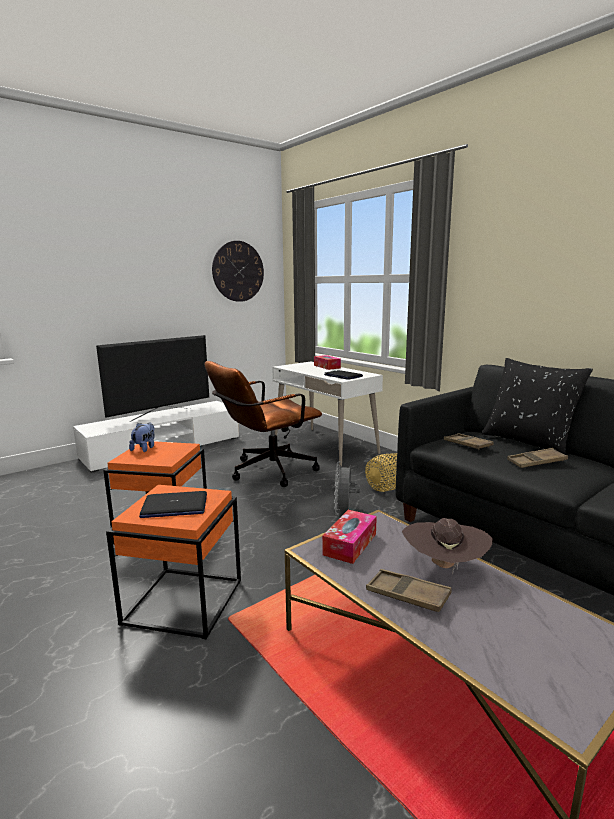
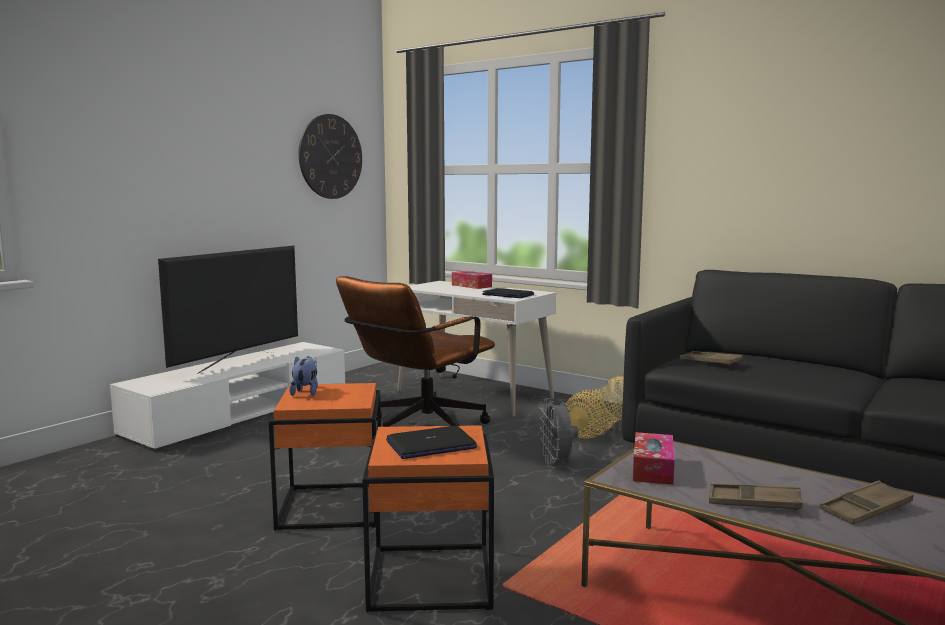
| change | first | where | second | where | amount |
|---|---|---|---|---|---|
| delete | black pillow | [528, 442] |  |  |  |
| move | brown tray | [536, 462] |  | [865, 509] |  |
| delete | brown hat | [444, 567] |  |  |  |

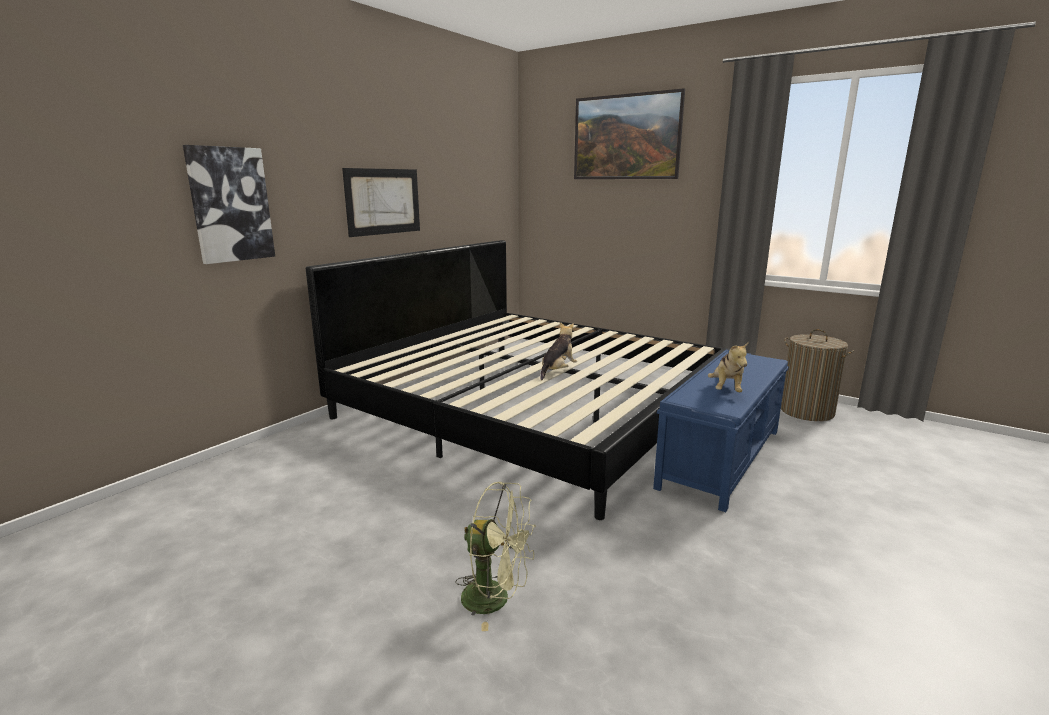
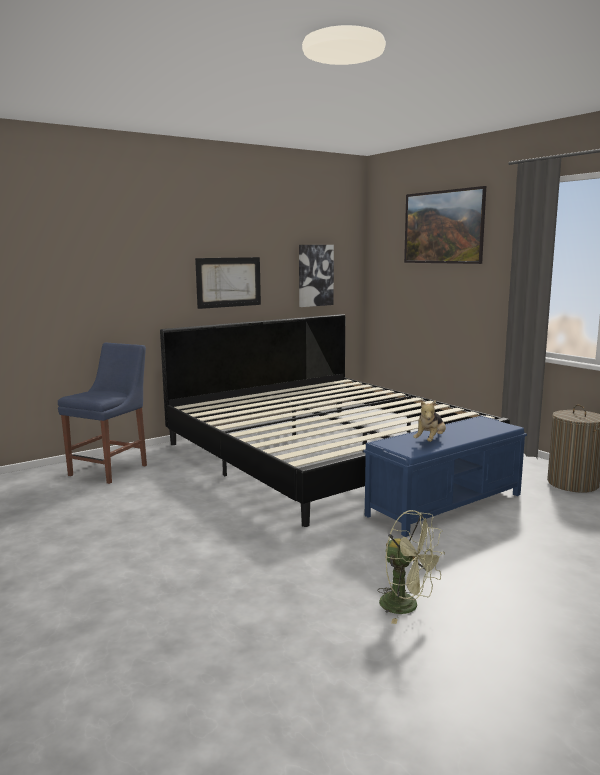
| change | first | where | second | where | amount |
|---|---|---|---|---|---|
| move | picture | [230, 204] |  | [315, 275] |  |
| delete | plush toy | [557, 371] |  |  |  |
| move | green fan | [496, 599] |  | [407, 606] |  |
| insert |  |  | blue chair | [111, 469] |  |

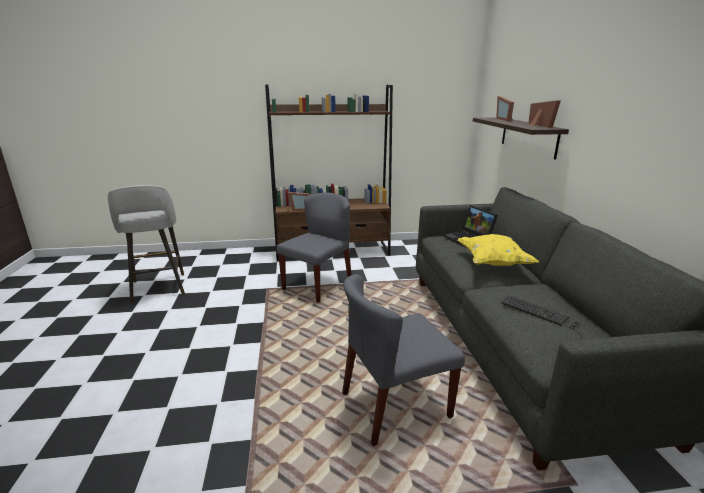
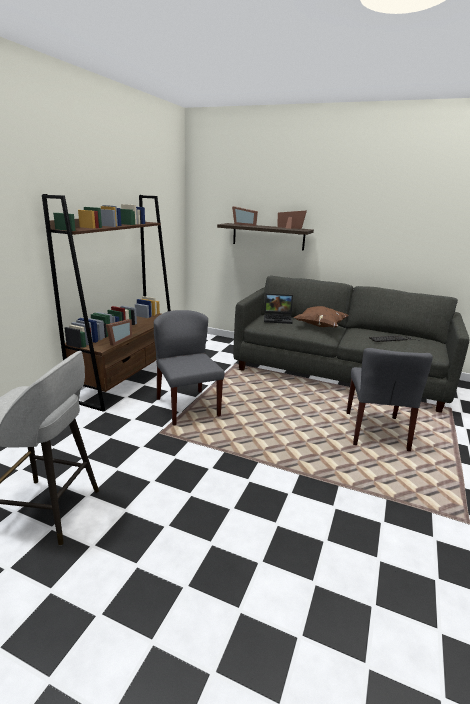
| change | first | where | second | where | amount |
|---|---|---|---|---|---|
| recolor | yellow pillow | [492, 263] | brown pillow | [320, 326] |  |

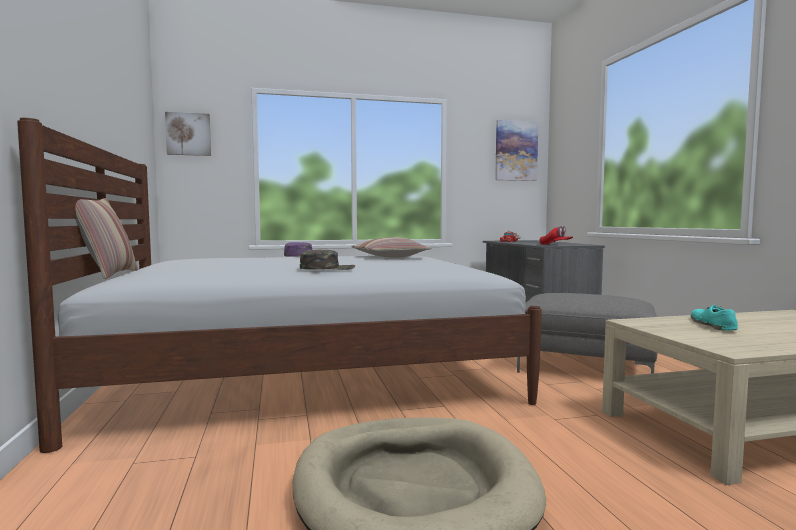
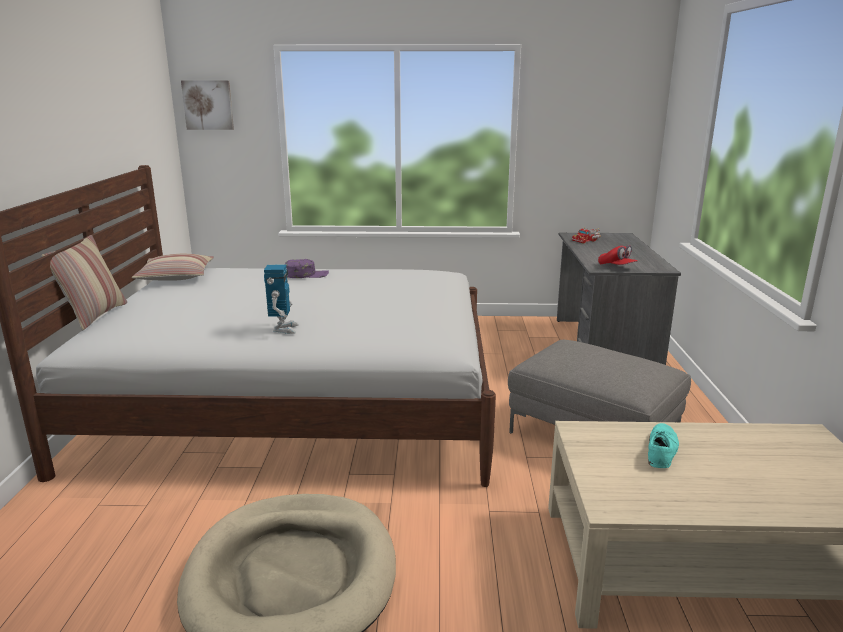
| change | first | where | second | where | amount |
|---|---|---|---|---|---|
| delete | picture | [516, 151] |  |  |  |
| move | pillow | [390, 257] |  | [176, 277] |  |
| replace | green cap | [327, 268] | toy robot | [283, 329] |  |

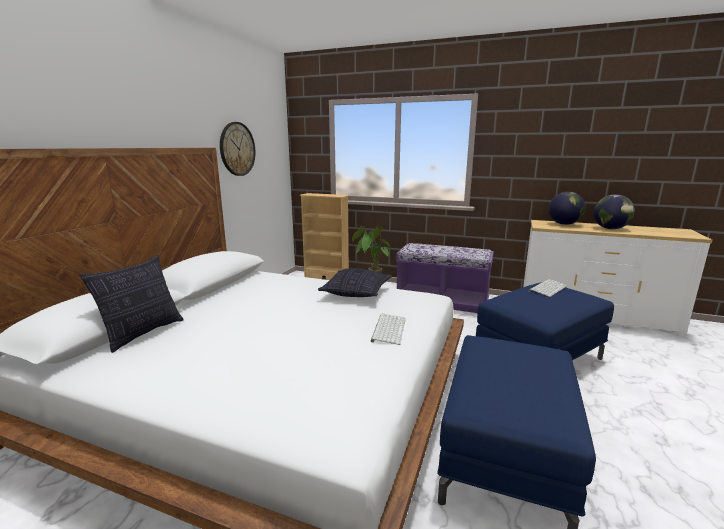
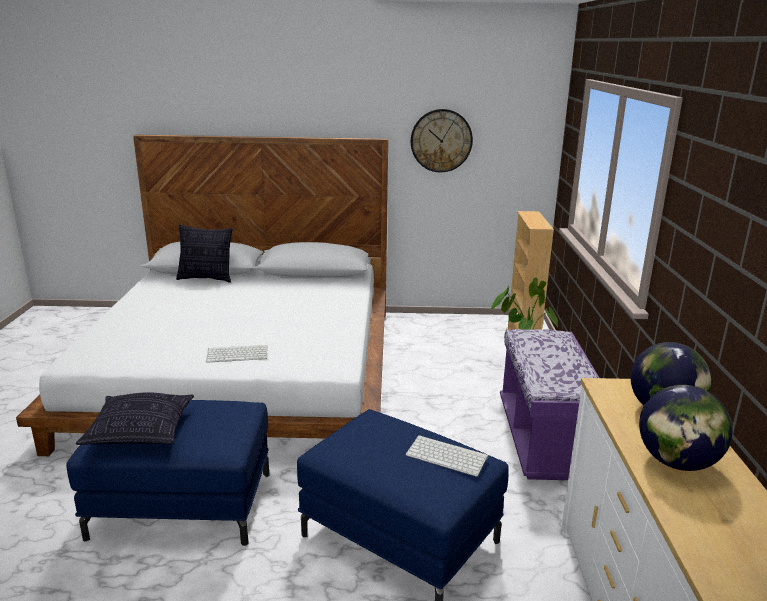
| change | first | where | second | where | amount |
|---|---|---|---|---|---|
| move | pillow | [356, 293] |  | [140, 432] |  |

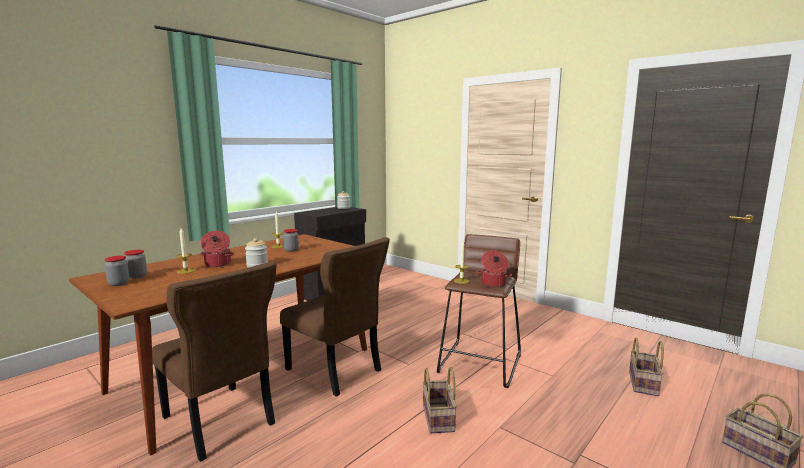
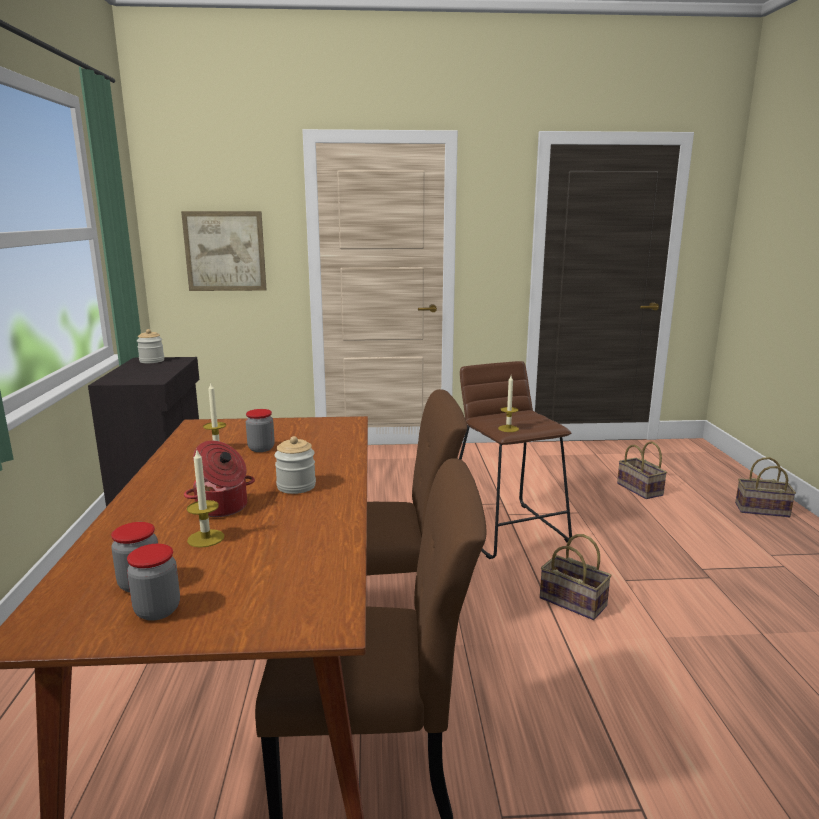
| change | first | where | second | where | amount |
|---|---|---|---|---|---|
| delete | cooking pot | [493, 284] |  |  |  |
| insert |  |  | picture | [225, 251] |  |

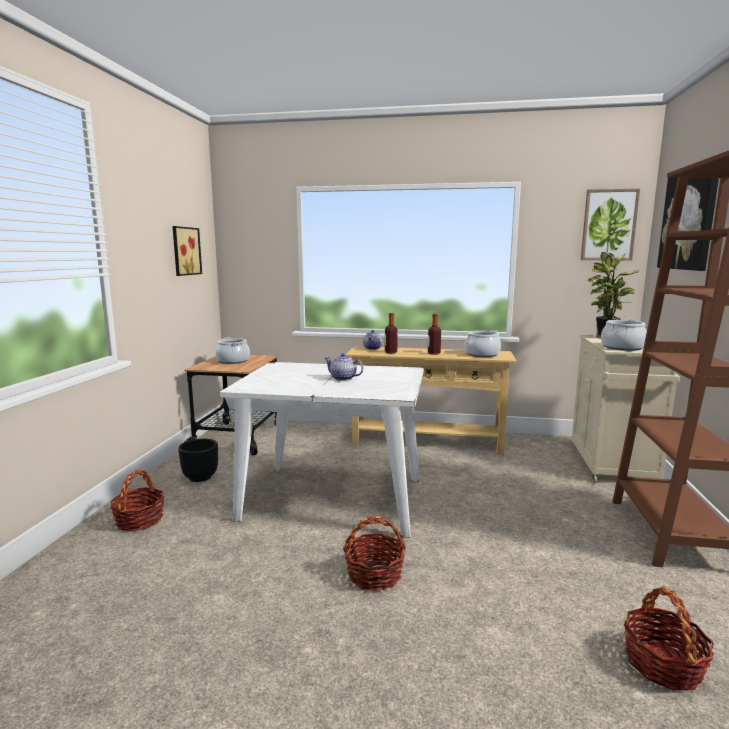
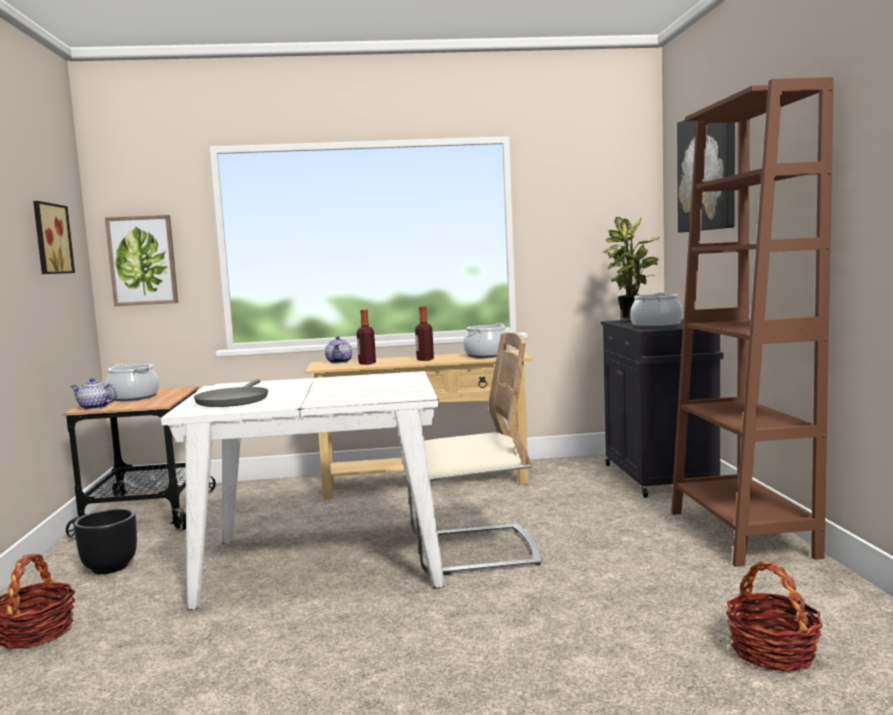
| change | first | where | second | where | amount |
|---|---|---|---|---|---|
| move | picture | [609, 225] |  | [142, 260] |  |
| recolor | beige cabinet | [612, 466] | black cabinet | [660, 478] |  |
| move | teapot | [343, 378] |  | [95, 407] |  |
| delete | basket | [374, 575] |  |  |  |
| insert |  |  | beige chair | [472, 551] |  |
| insert |  |  | grey frying pan | [234, 400] |  |

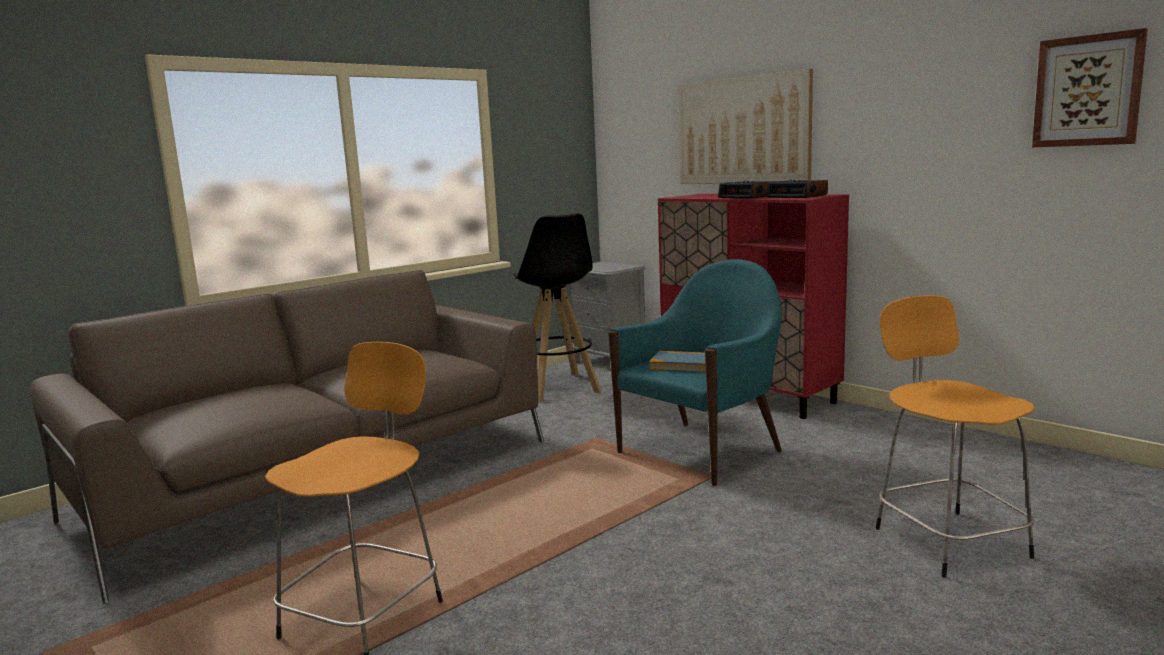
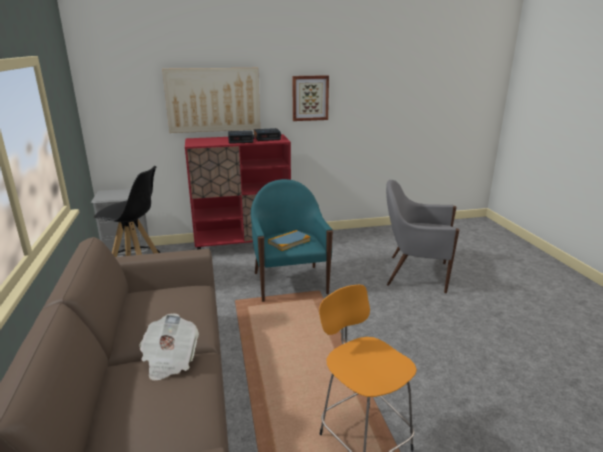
| change | first | where | second | where | amount |
|---|---|---|---|---|---|
| move | picture | [1088, 91] |  | [310, 98] |  |
| replace | orange stool | [947, 540] | grey armchair | [415, 273] |  |
| insert |  |  | newspaper | [169, 359] |  |

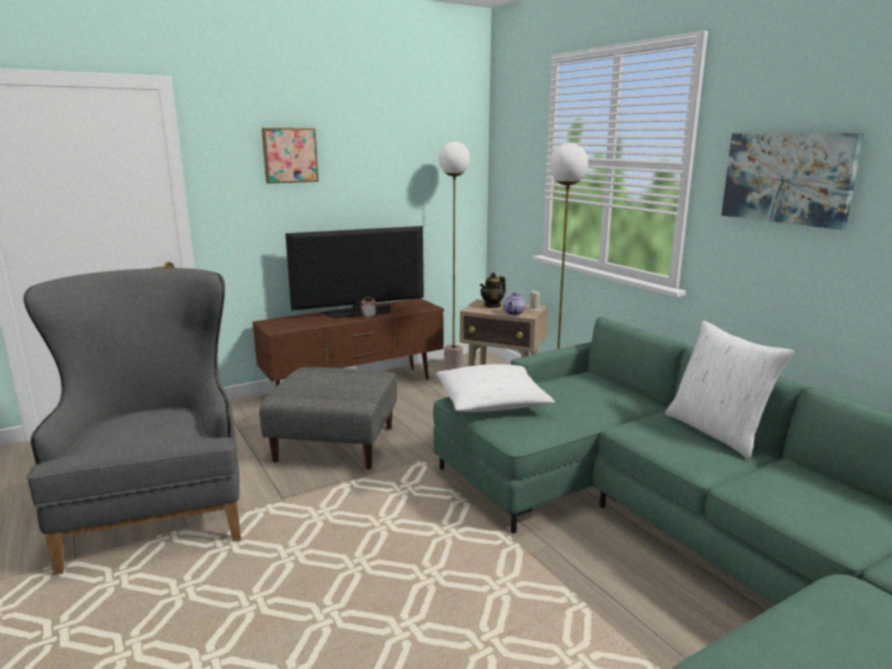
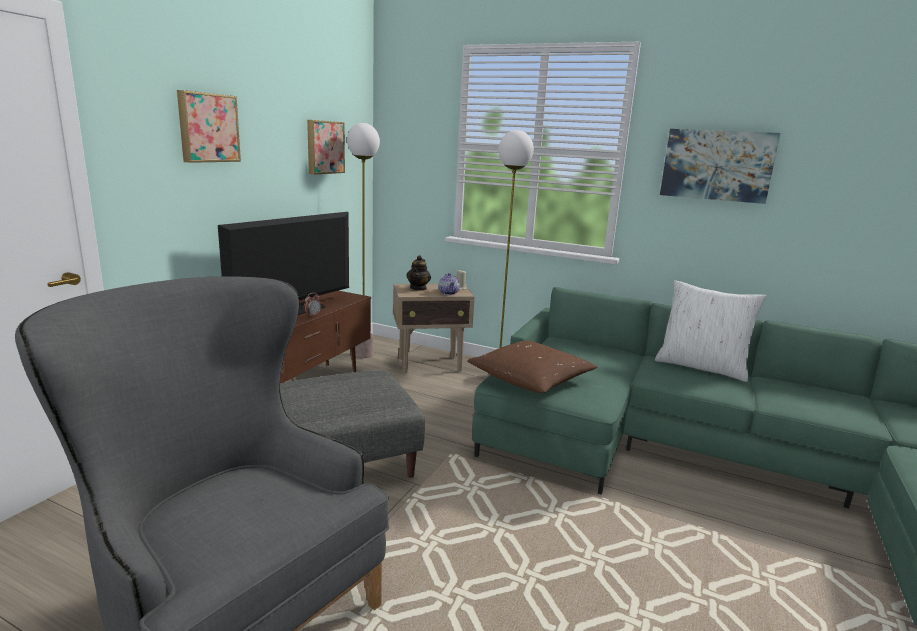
| change | first | where | second | where | amount |
|---|---|---|---|---|---|
| recolor | white pillow | [491, 402] | brown pillow | [531, 379] |  |
| insert |  |  | picture | [324, 147] |  |

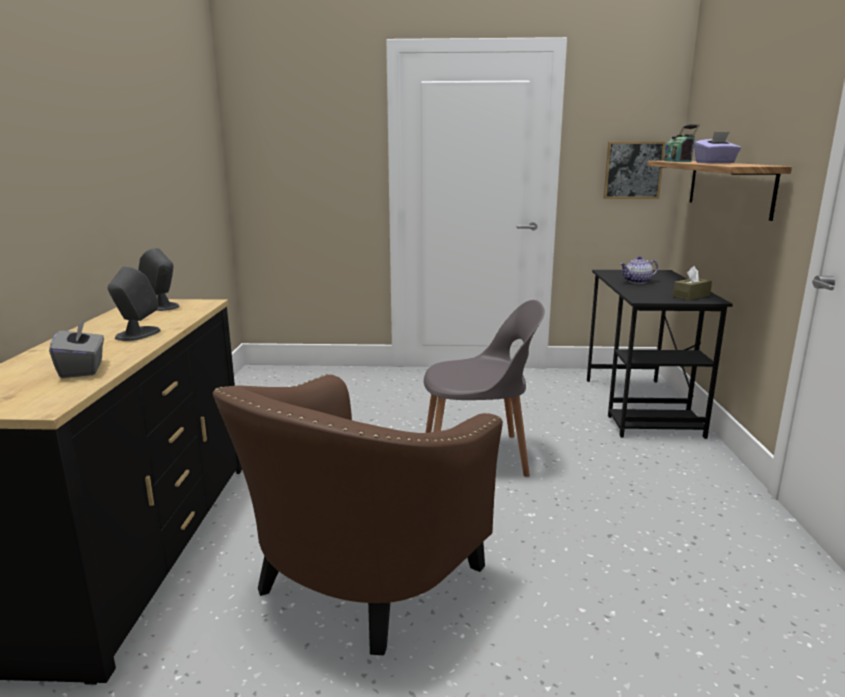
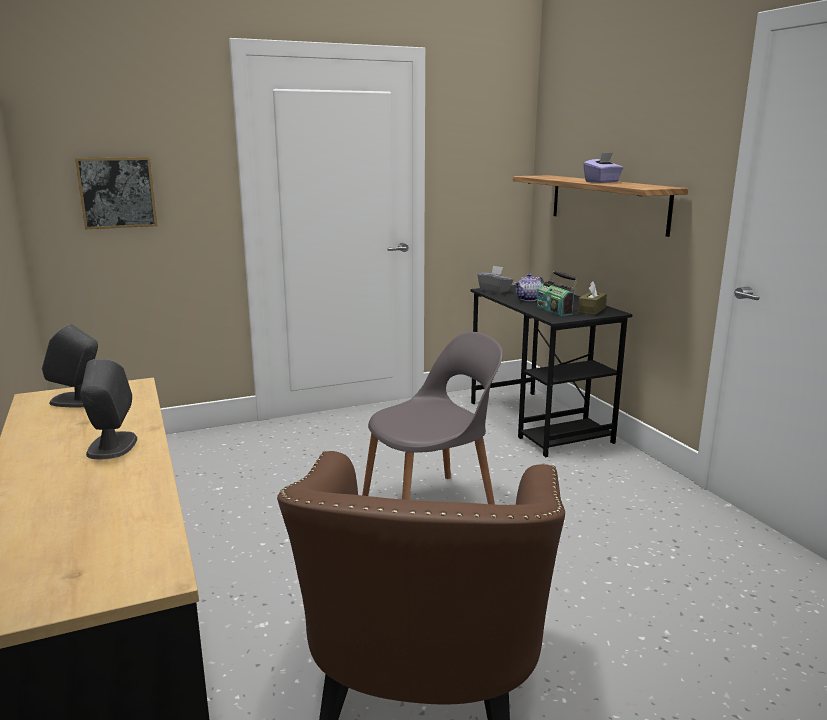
| change | first | where | second | where | amount |
|---|---|---|---|---|---|
| move | radio | [678, 161] |  | [555, 310] |  |
| move | picture | [633, 170] |  | [117, 192] |  |
| move | grey tissue box | [83, 369] |  | [495, 291] |  |

